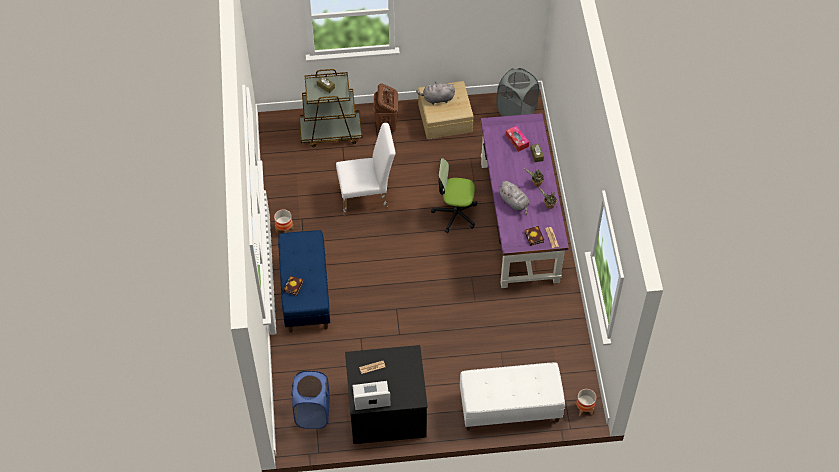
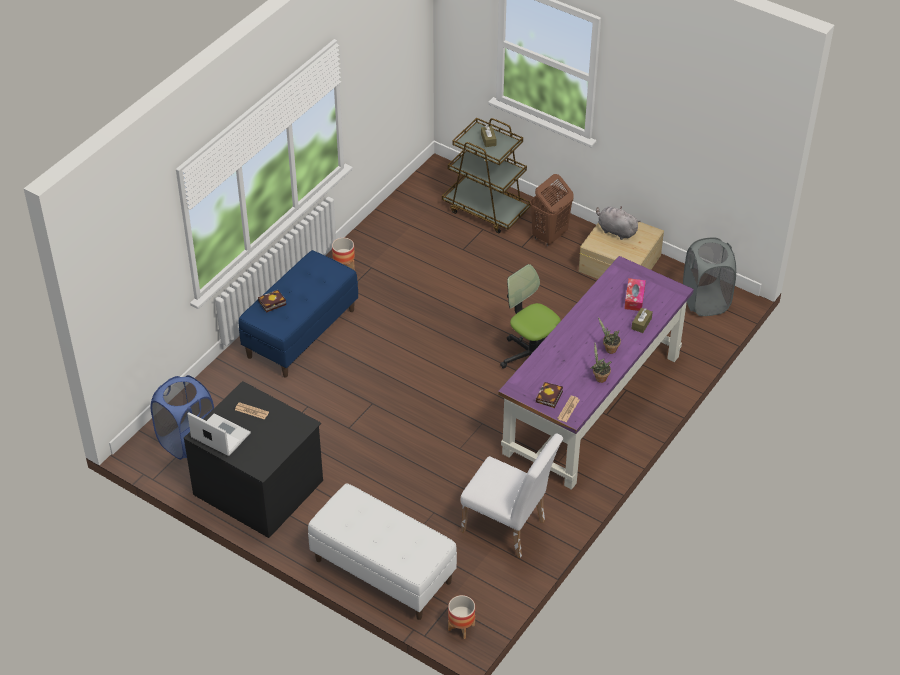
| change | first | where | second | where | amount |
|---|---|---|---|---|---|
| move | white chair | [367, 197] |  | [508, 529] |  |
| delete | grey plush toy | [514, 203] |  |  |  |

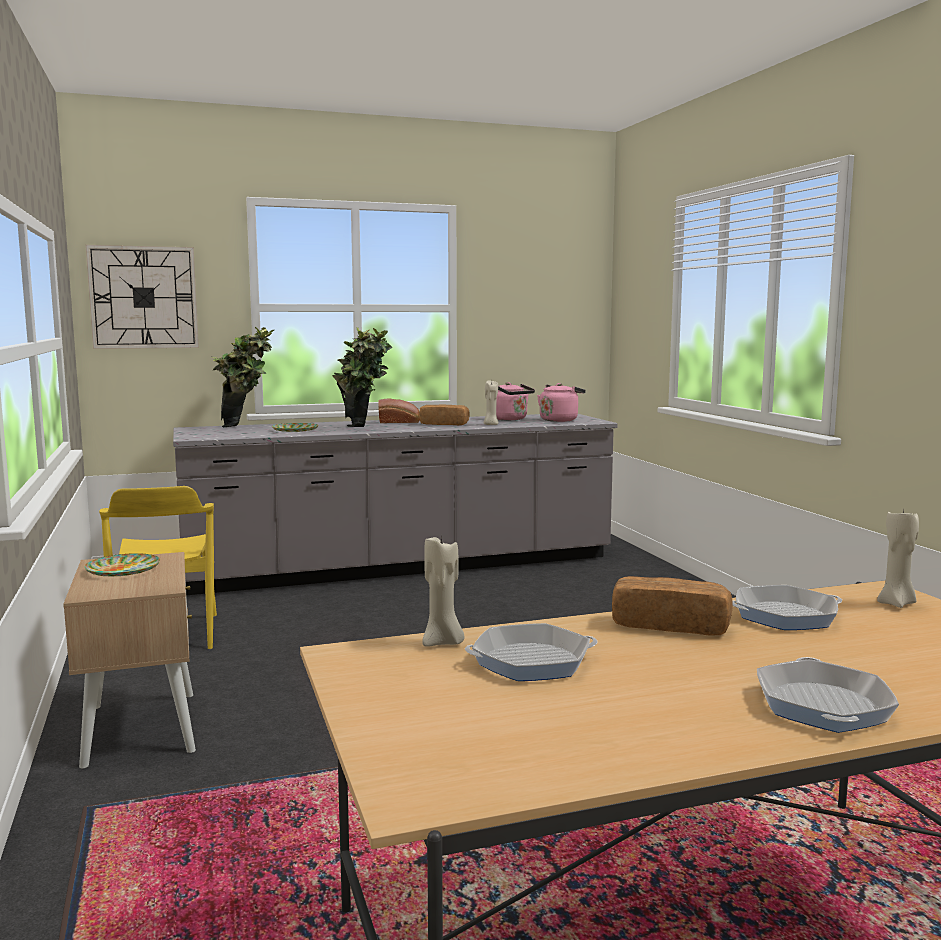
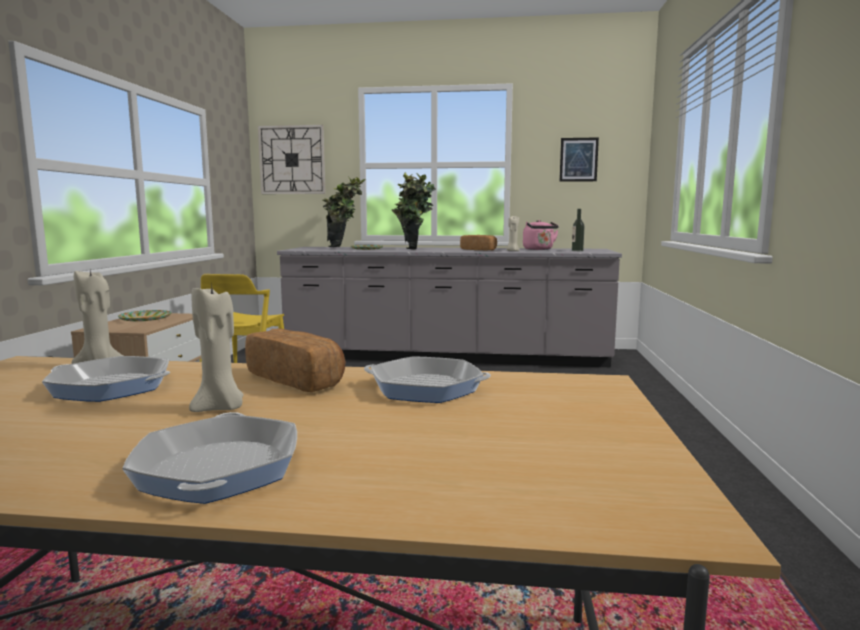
| change | first | where | second | where | amount |
|---|---|---|---|---|---|
| replace | pink kettle | [560, 420] | bottle | [577, 251] |  |
| delete | bread | [400, 422] |  |  |  |
| move | beige candle | [897, 604] |  | [220, 408] |  |
| rotate | frying pan | [823, 705] |  | [218, 469] | 135 degrees clockwise |
| insert |  |  | picture | [578, 159] |  |

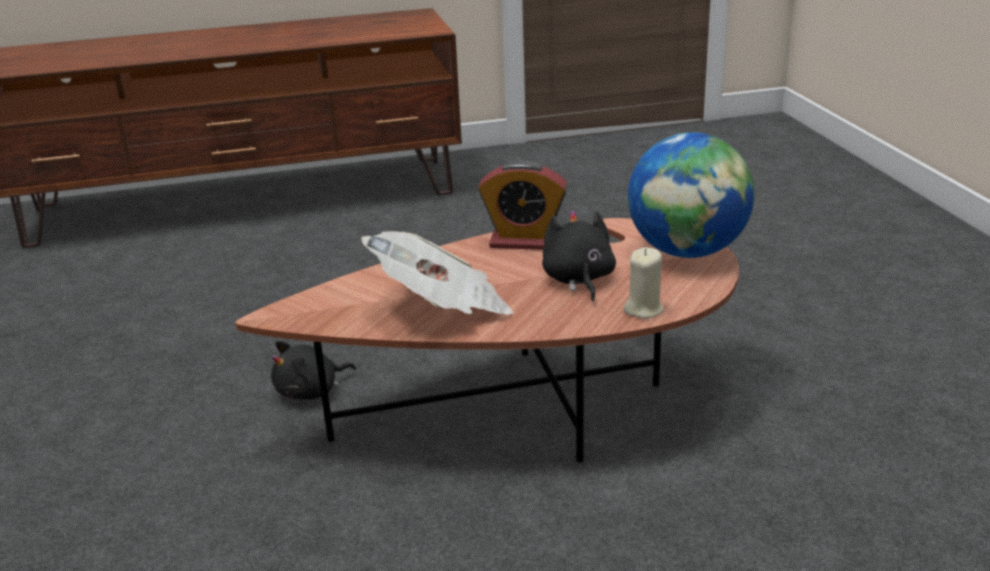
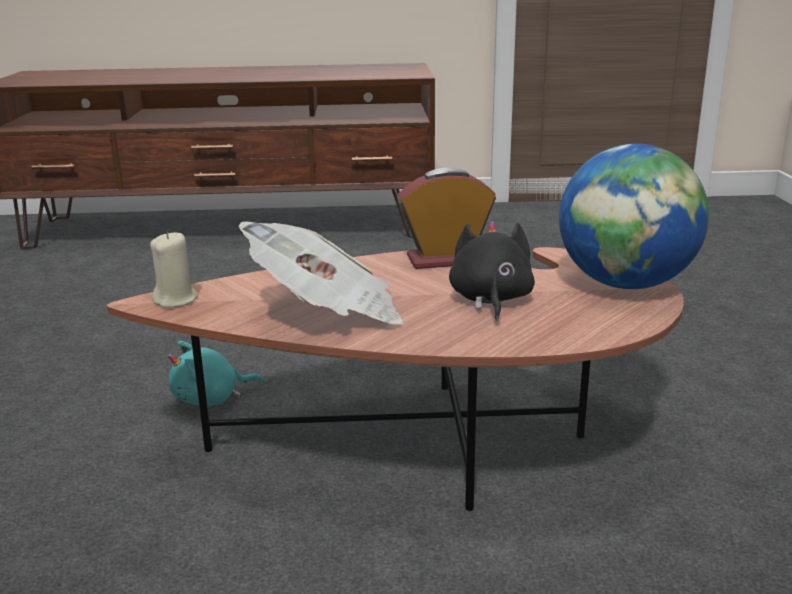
| change | first | where | second | where | amount |
|---|---|---|---|---|---|
| rotate | alarm clock | [524, 241] |  | [446, 260] | 150 degrees clockwise |
| move | beige candle | [643, 309] |  | [176, 300] |  |
| recolor | black plush toy | [311, 391] | turquoise plush toy | [211, 399] |  |

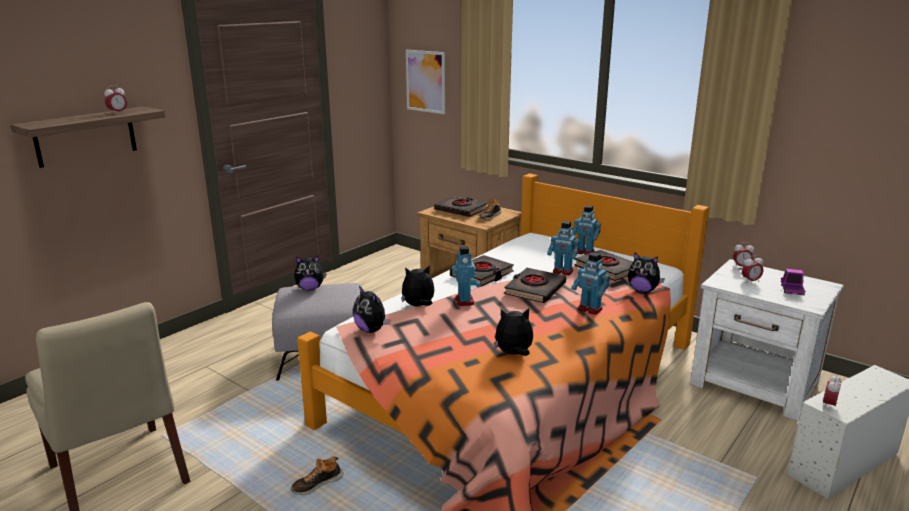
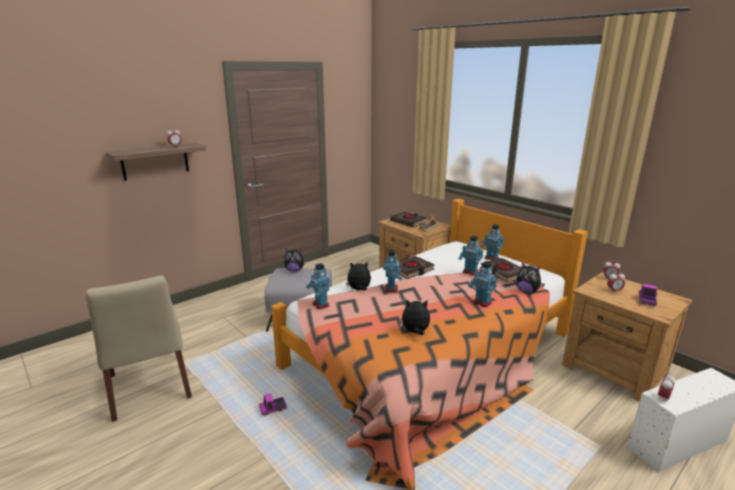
| change | first | where | second | where | amount |
|---|---|---|---|---|---|
| delete | picture | [425, 81] |  |  |  |
| recolor | white nightstand | [755, 385] | brown nightstand | [615, 371] |  |
| delete | black book | [534, 289] |  |  |  |
| replace | plush toy | [371, 330] | toy robot | [320, 305] |  |
| replace | shoe | [317, 483] | toy truck | [273, 409] |  |

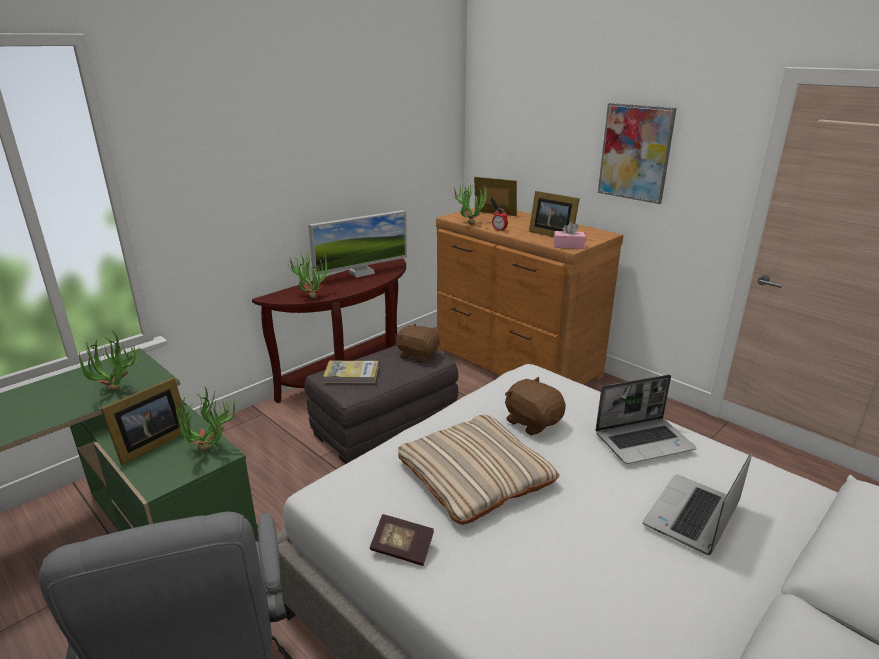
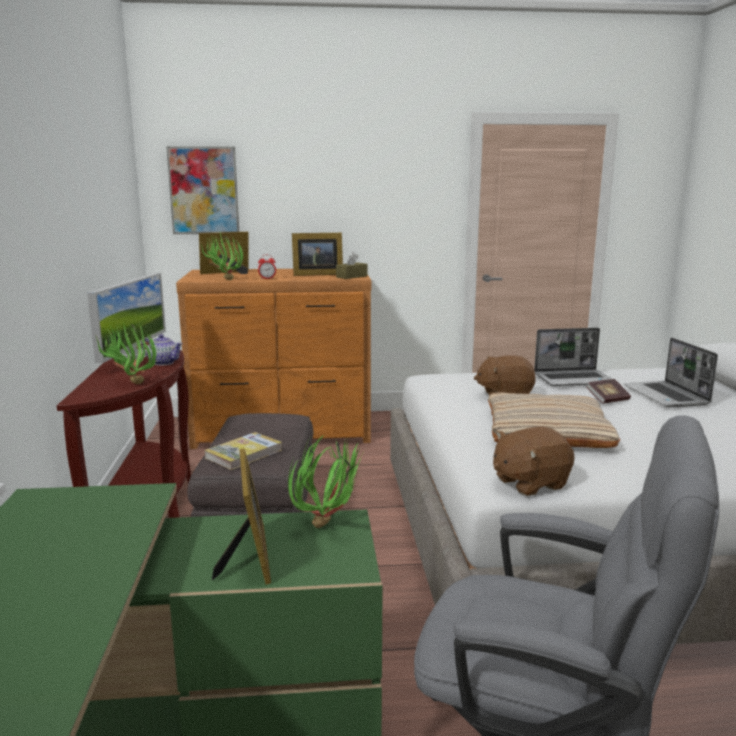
| change | first | where | second | where | amount |
|---|---|---|---|---|---|
| move | picture | [635, 153] |  | [204, 190] |  |
| recolor | pink tissue box | [568, 246] | brown tissue box | [351, 277] |  |
| move | brown plush toy | [418, 355] |  | [529, 483] |  |
| delete | potted plant | [117, 392] |  |  |  |
| rotate | laptop | [644, 441] |  | [574, 379] | 60 degrees clockwise |
| move | book | [402, 549] |  | [607, 400] |  |
| insert |  |  | teapot | [163, 362] |  |

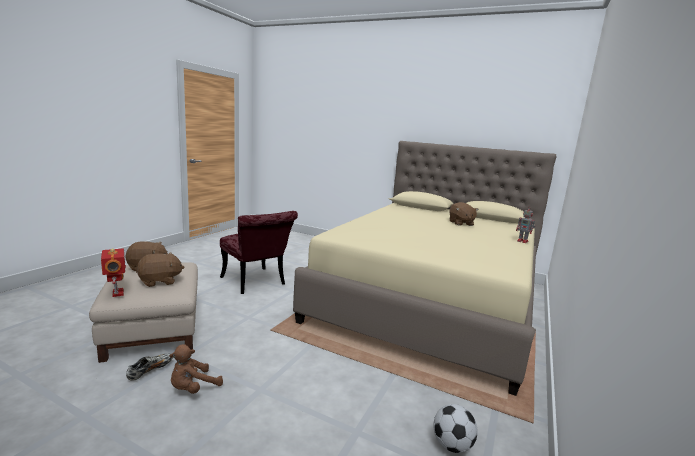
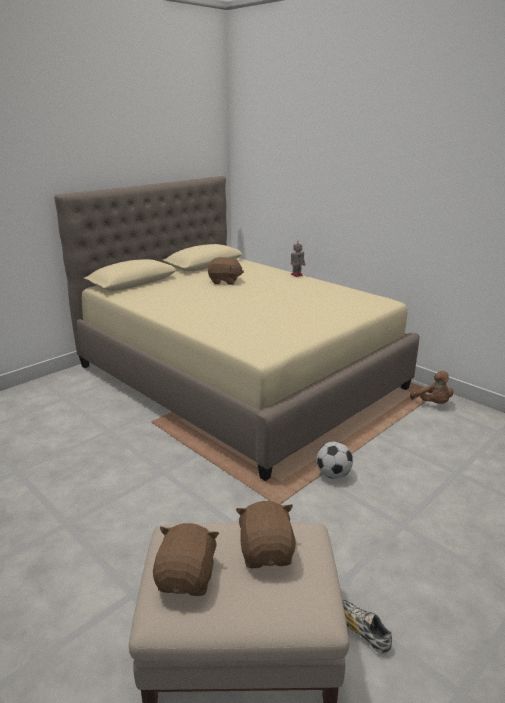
| change | first | where | second | where | amount |
|---|---|---|---|---|---|
| delete | red chair | [256, 283] |  |  |  |
| delete | toy robot | [116, 293] |  |  |  |
| move | brown plush toy | [193, 388] |  | [433, 404] |  |
| move | football | [452, 445] |  | [333, 474] |  |

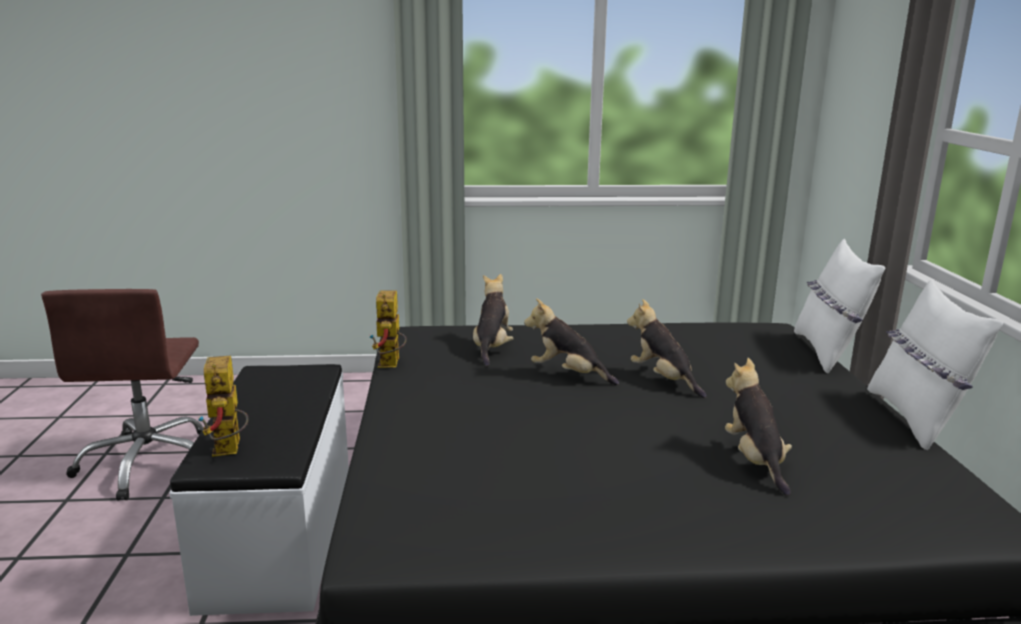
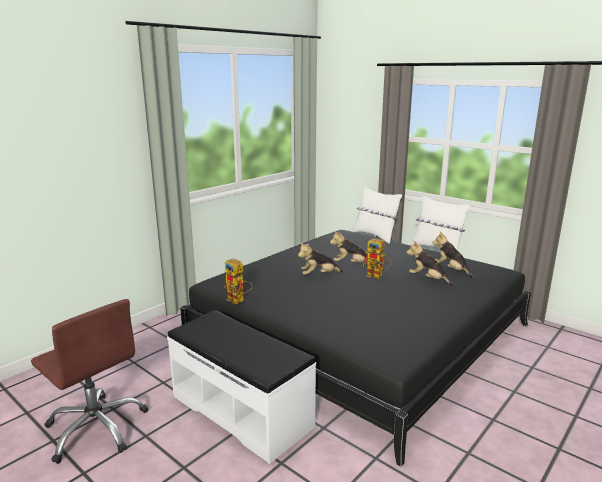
| change | first | where | second | where | amount |
|---|---|---|---|---|---|
| move | plush toy | [492, 348] |  | [451, 270] |  |
| move | toy robot | [229, 451] |  | [378, 276] |  |

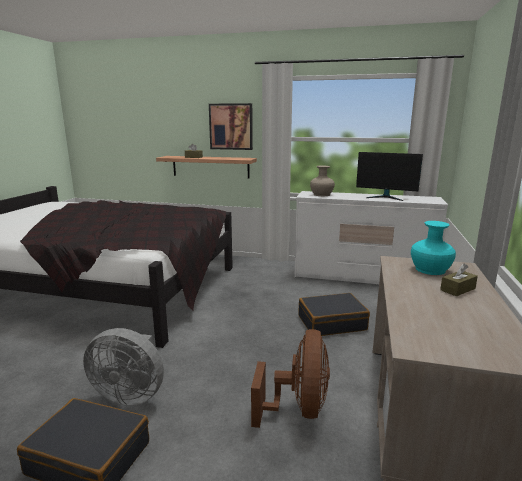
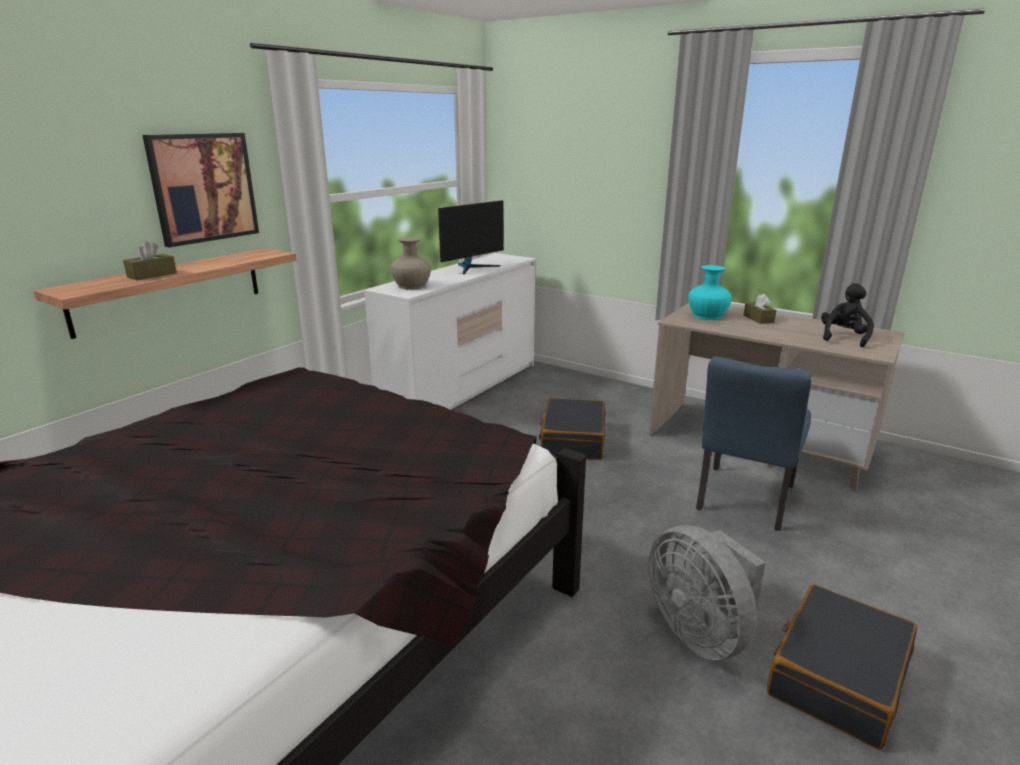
| change | first | where | second | where | amount |
|---|---|---|---|---|---|
| rotate | grey fan | [130, 394] |  | [700, 632] | 120 degrees clockwise |
| replace | brown fan | [298, 408] | blue chair | [742, 501] |  |
| insert |  |  | black plush toy | [843, 338] |  |

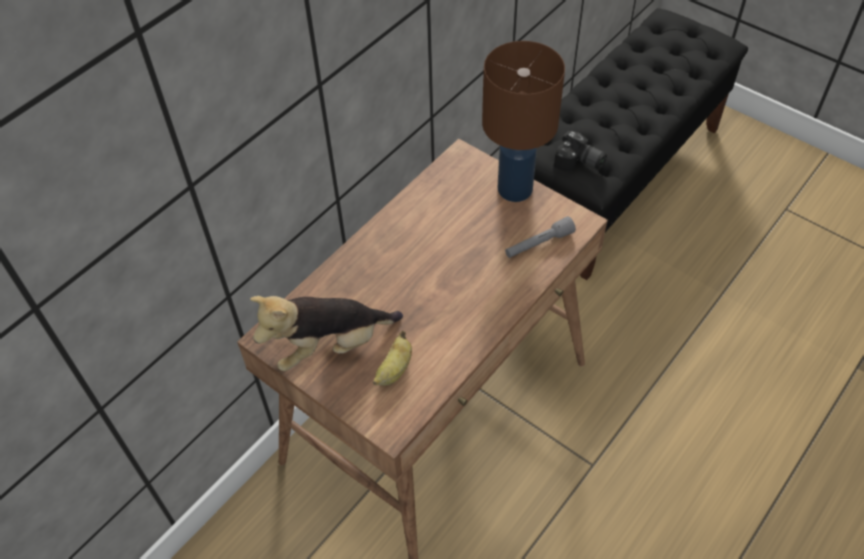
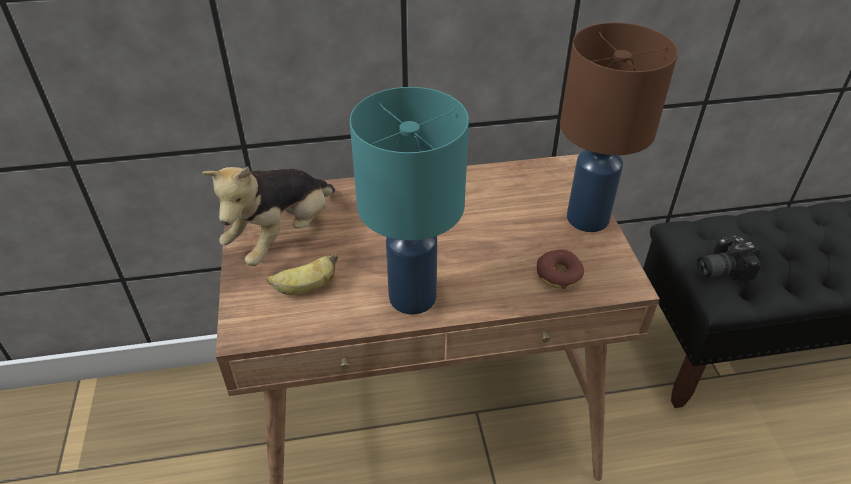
| change | first | where | second | where | amount |
|---|---|---|---|---|---|
| rotate | photo camera | [579, 163] |  | [719, 268] | 90 degrees clockwise |
| replace | grey flashlight | [538, 244] | donut | [559, 275] |  |
| rotate | plush toy | [330, 346] |  | [282, 236] | 75 degrees counterclockwise |
| insert |  |  | turquoise table lamp | [414, 297] |  |

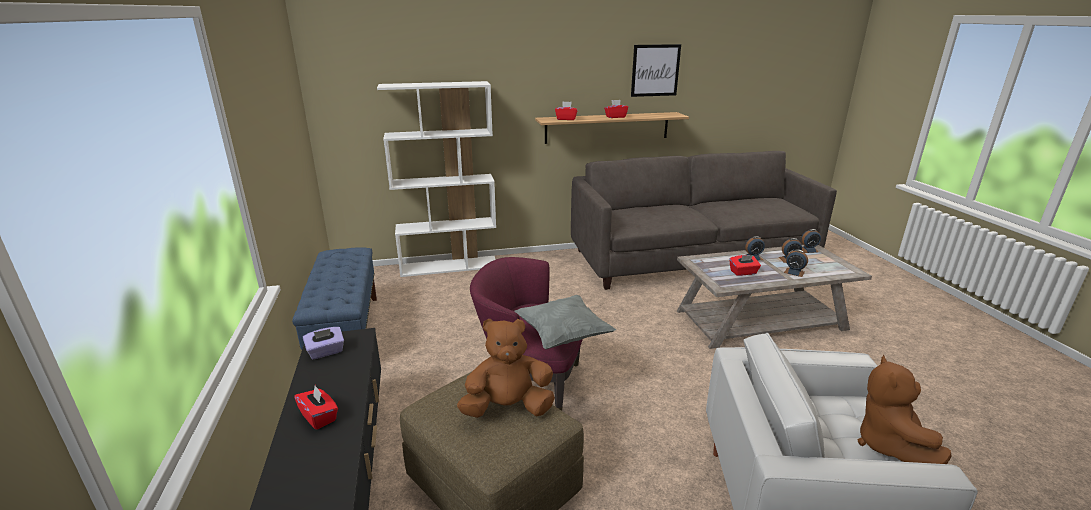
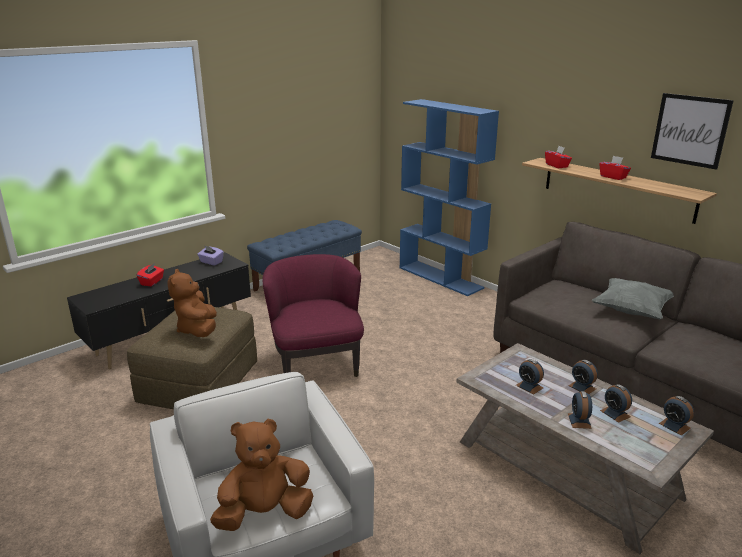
| change | first | where | second | where | amount |
|---|---|---|---|---|---|
| recolor | white bookcase | [449, 266] | blue bookcase | [441, 278] |  |
| replace | red tissue box | [743, 272] | alarm clock | [529, 386] |  |
| move | grey pillow | [563, 335] |  | [631, 311] |  |
| rotate | brown plush toy | [508, 408] |  | [198, 330] | 150 degrees counterclockwise |

